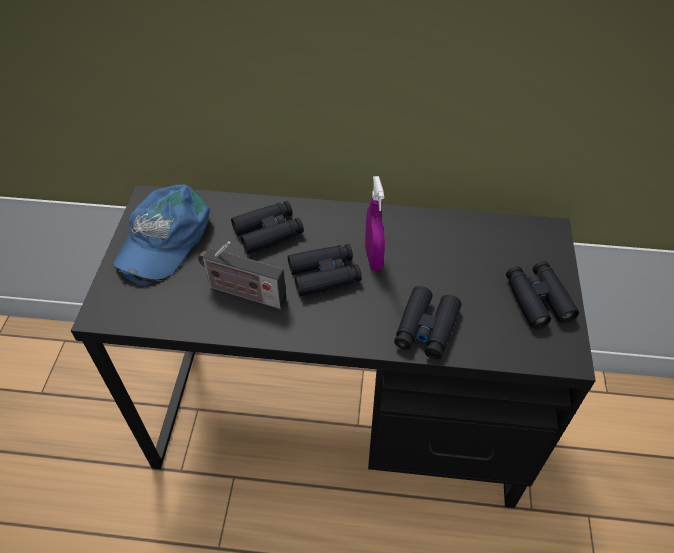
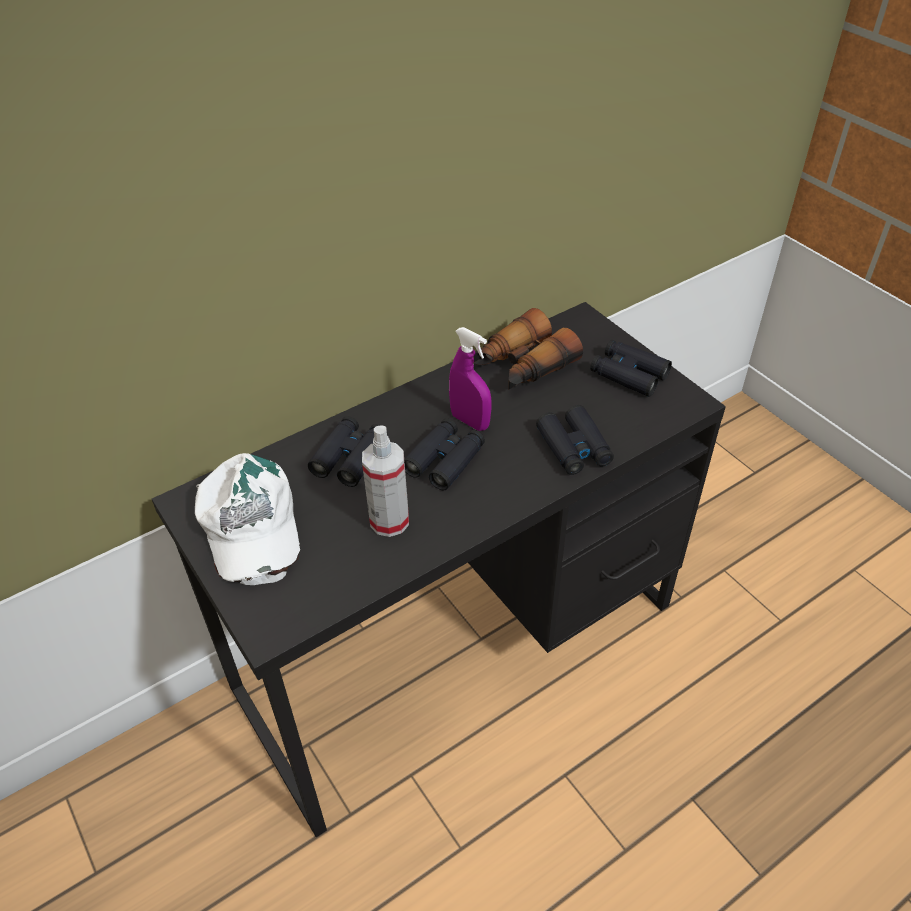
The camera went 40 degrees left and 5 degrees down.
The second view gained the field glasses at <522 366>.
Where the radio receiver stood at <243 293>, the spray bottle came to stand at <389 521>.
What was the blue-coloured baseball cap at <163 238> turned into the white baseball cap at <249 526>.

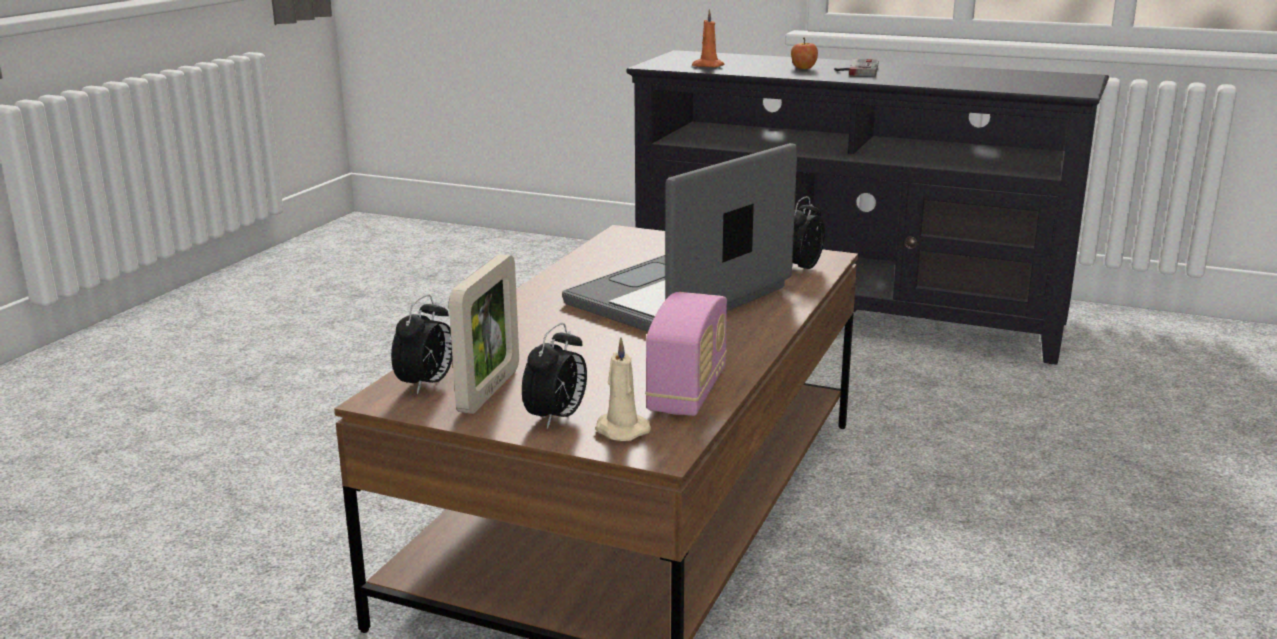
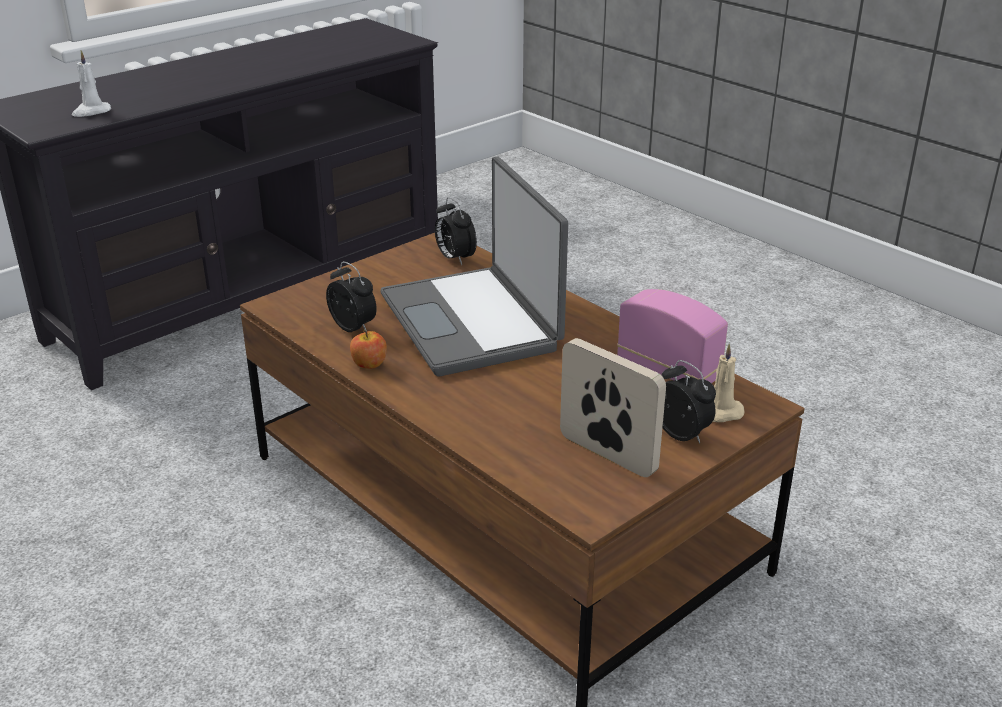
The camera went 65 degrees left and 10 degrees up.
The second view lost the game controller at <855 70>.
The alarm clock ended up elsewhere, having gone from <426 385> to <354 328>.
The apple fruit ended up elsewhere, having gone from <803 68> to <369 364>.
What was the orange candle at <707 66> turned into the white candle at <91 112>.

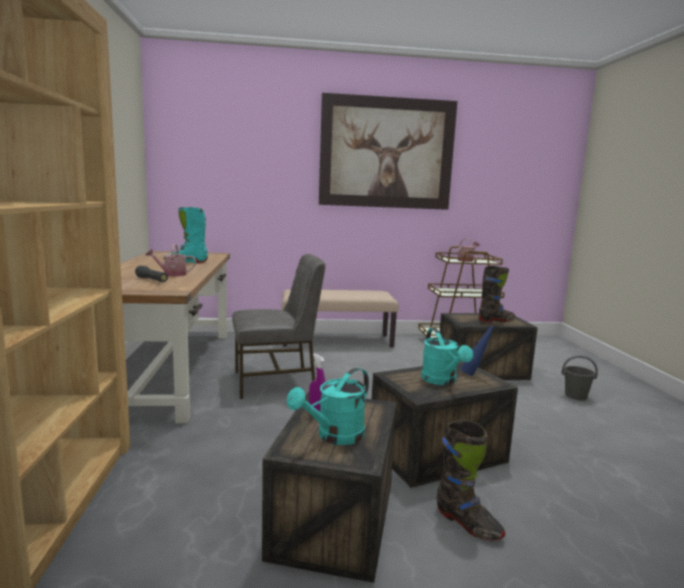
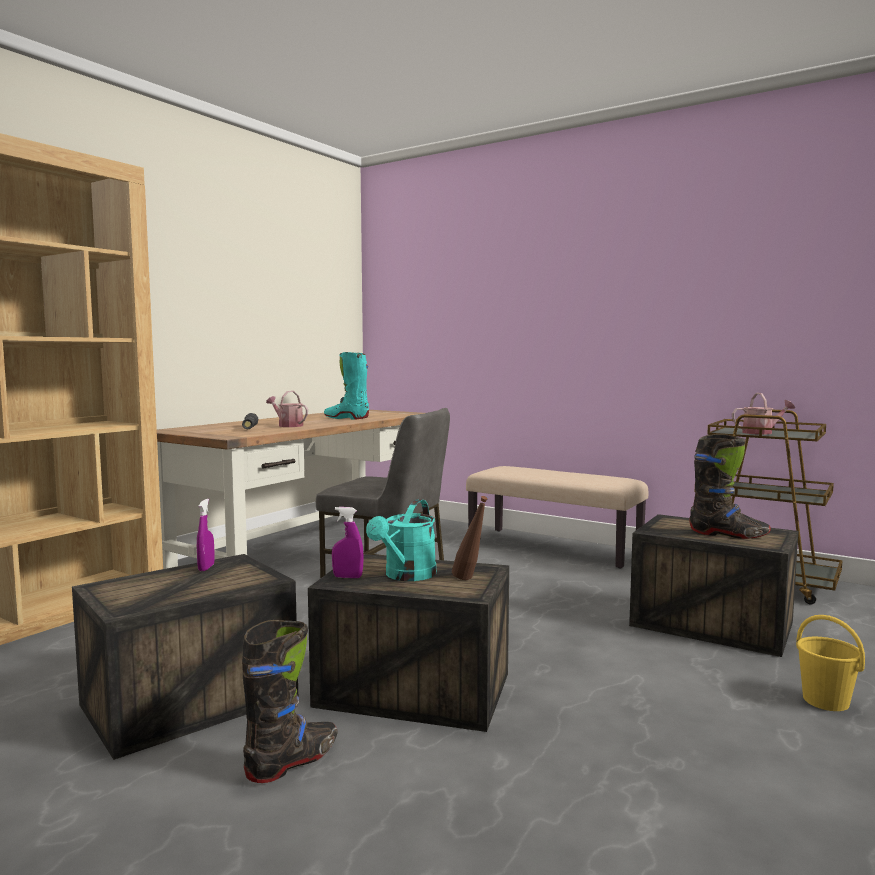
The camera went 40 degrees right and 5 degrees down.
The second view lost the turquoise-coloured watering can at <334 437>.
The second view lost the wall picture at <386 153>.
The second view gained the purplish spray bottle at <347 577>.
What was the blue-coloured beverage bottle at <475 375> turned into the brown-coloured beverage bottle at <470 580>.
What was the greyish bucket at <575 396> turned into the yellow-coloured bucket at <825 700>.
The black-coloured boot at <467 523> ended up facing another way, 135 degrees counterclockwise from before.

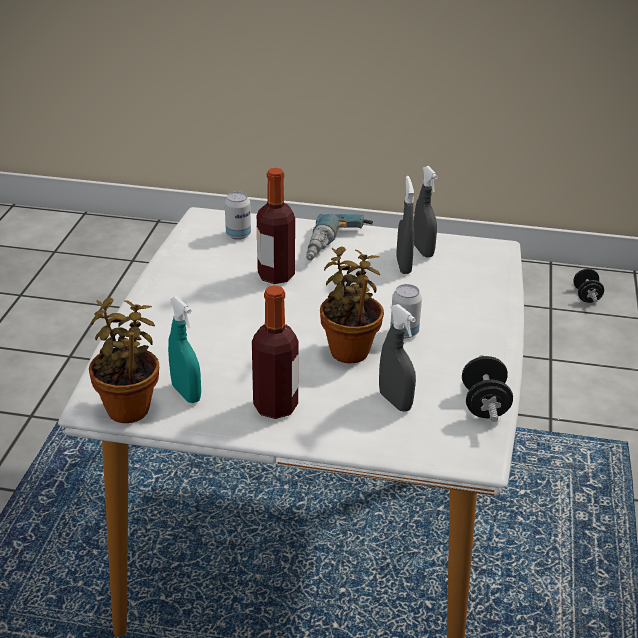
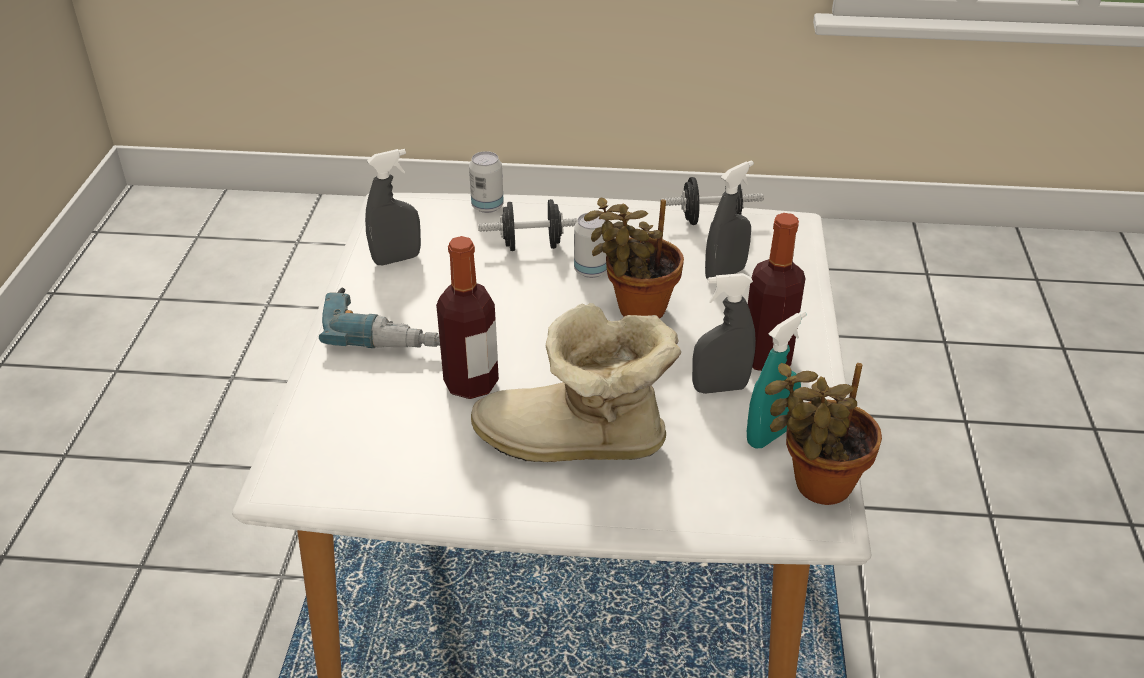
The camera went 95 degrees left and 5 degrees up.
The second view gained the boot at <574 445>.
The metal can ended up elsewhere, having gone from <238 235> to <487 206>.
The greyish spray bottle ended up elsewhere, having gone from <403 266> to <720 388>.
The black-coloured free weight ended up elsewhere, having gone from <586 296> to <532 245>.

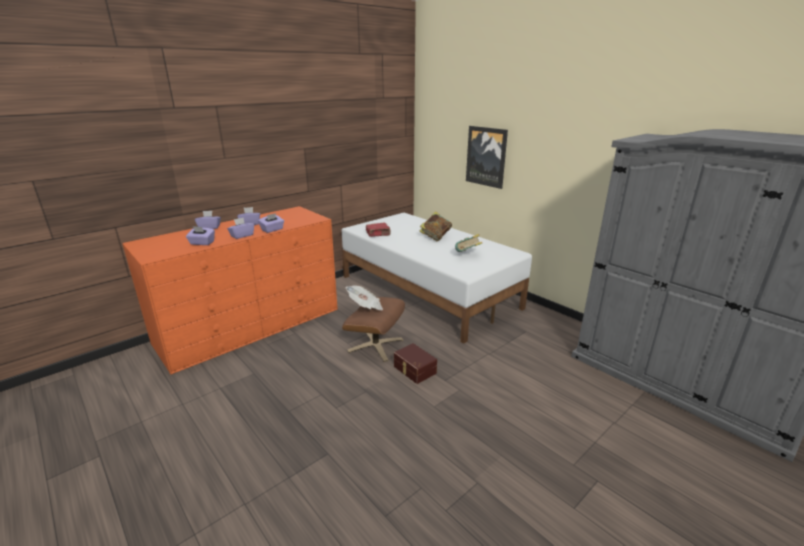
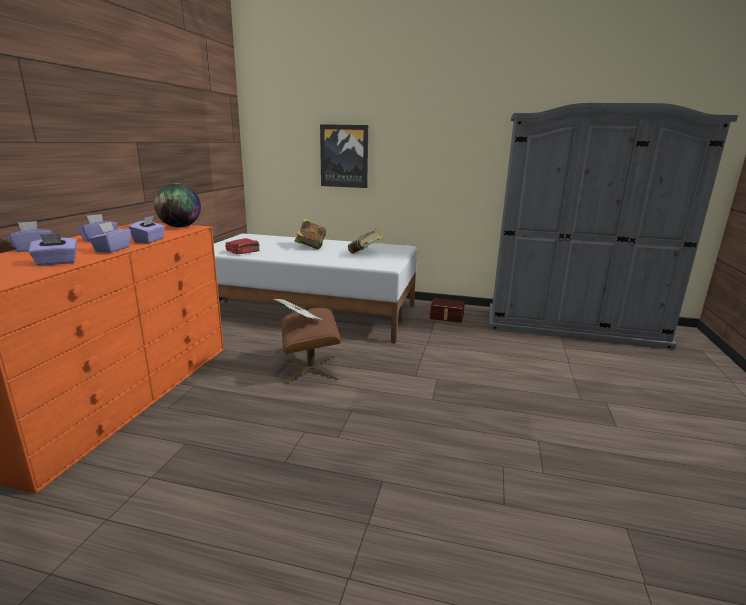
The camera went 35 degrees left and 5 degrees down.
The second view gained the world globe at <180 227>.
The brown-coloured storage box ended up elsewhere, having gone from <414 370> to <446 317>.

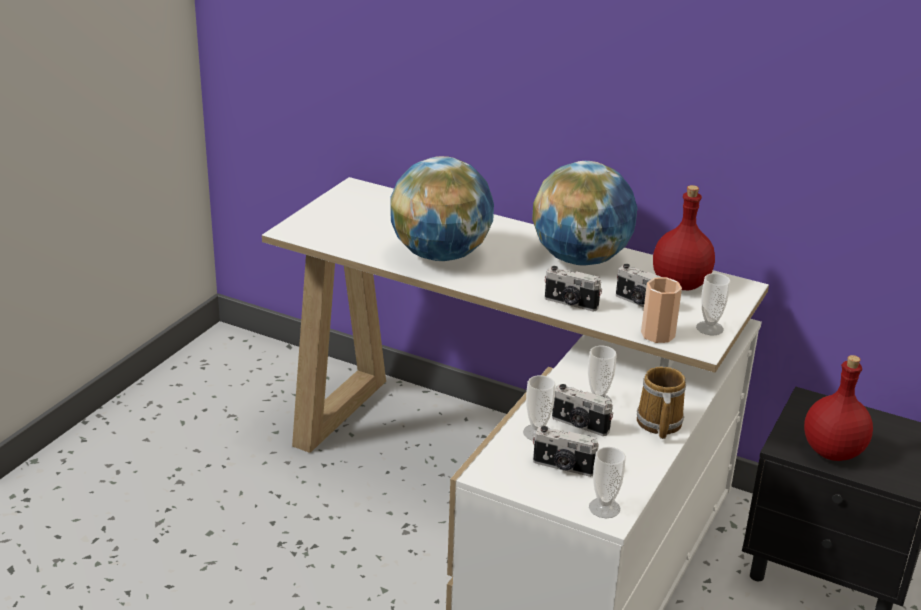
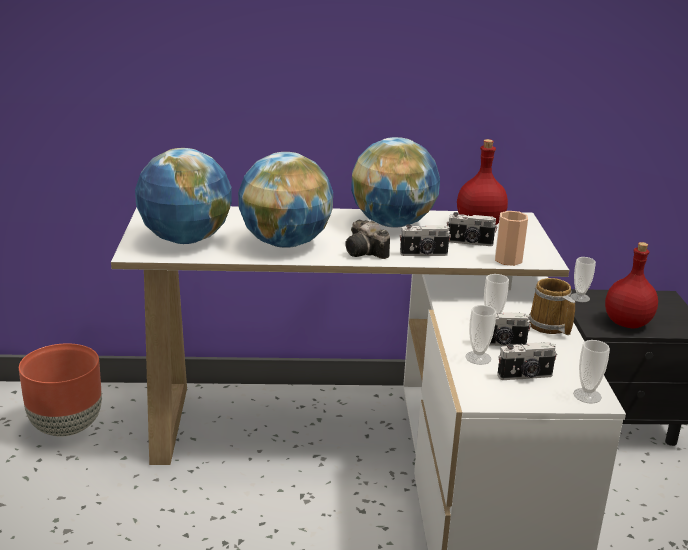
The camera went 30 degrees left and 5 degrees down.
The second view gained the brown-coloured plant pot at <67 427>.
The second view gained the world globe at <185 240>.
The second view gained the photo camera at <366 253>.
The drinking cup ended up elsewhere, having gone from <709 328> to <579 297>.

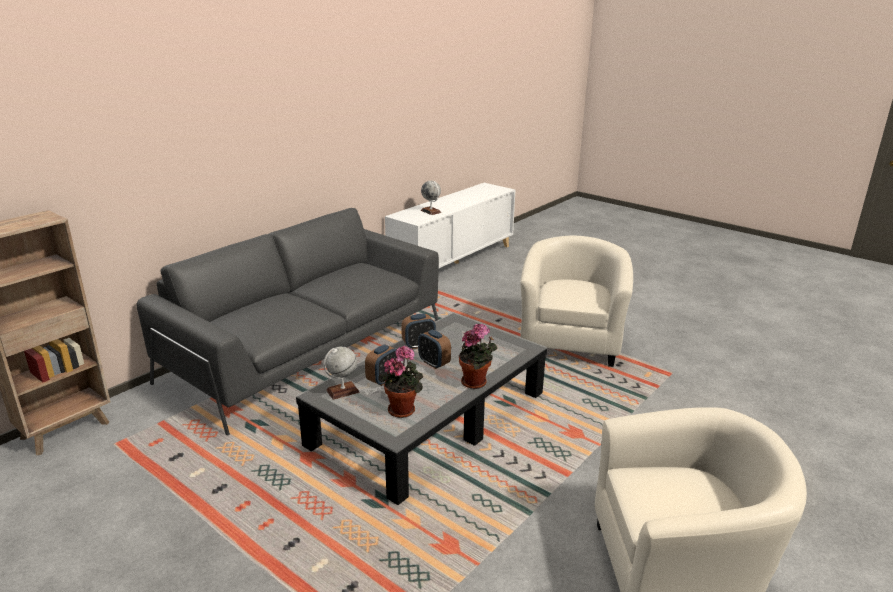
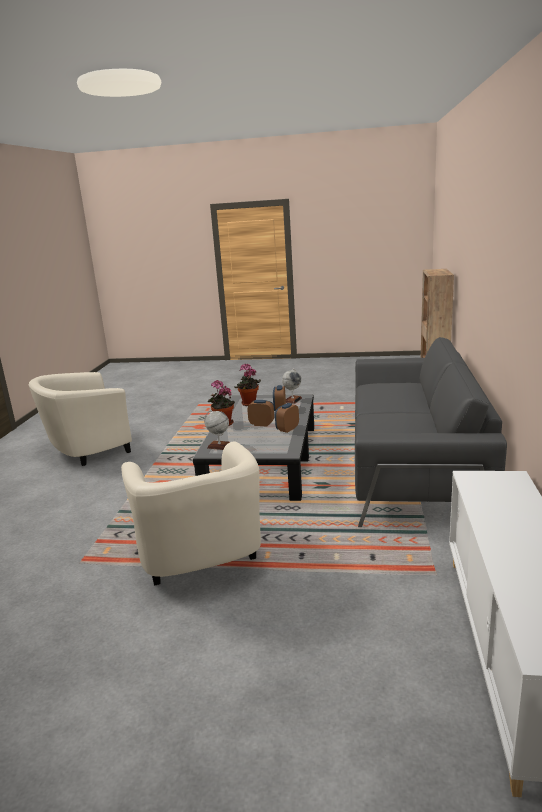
The camera went 150 degrees right and 5 degrees down.
The world globe ended up elsewhere, having gone from <431 211> to <219 446>.

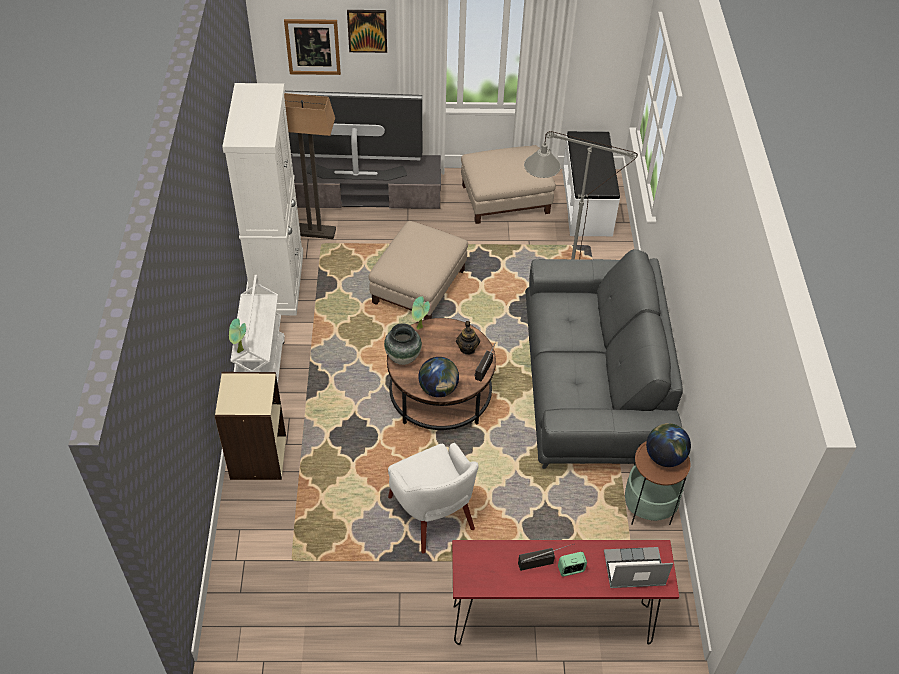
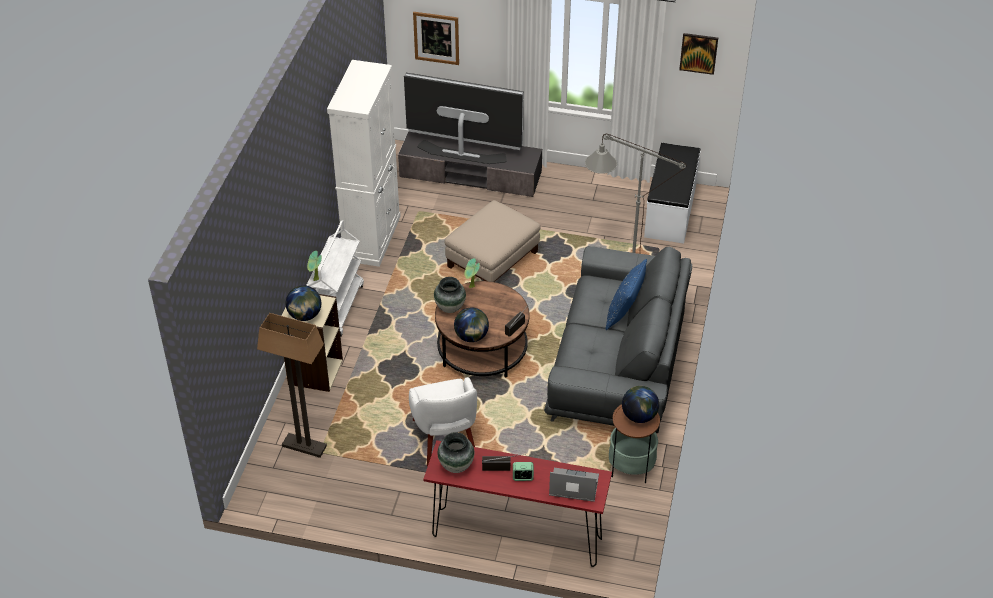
The camera went 15 degrees right and 5 degrees down.
The second view lost the tea pot at <467 348>.
The second view lost the beige pouffe at <505 198>.
The second view gained the world globe at <305 315>.
The second view gained the decorative vase at <456 466>.
The second view gained the blue-coloured throw pillow at <624 313>.
The standard lamp ended up elsewhere, having gone from <315 232> to <305 446>.
The wall picture ended up elsewhere, having gone from <367 30> to <698 53>.

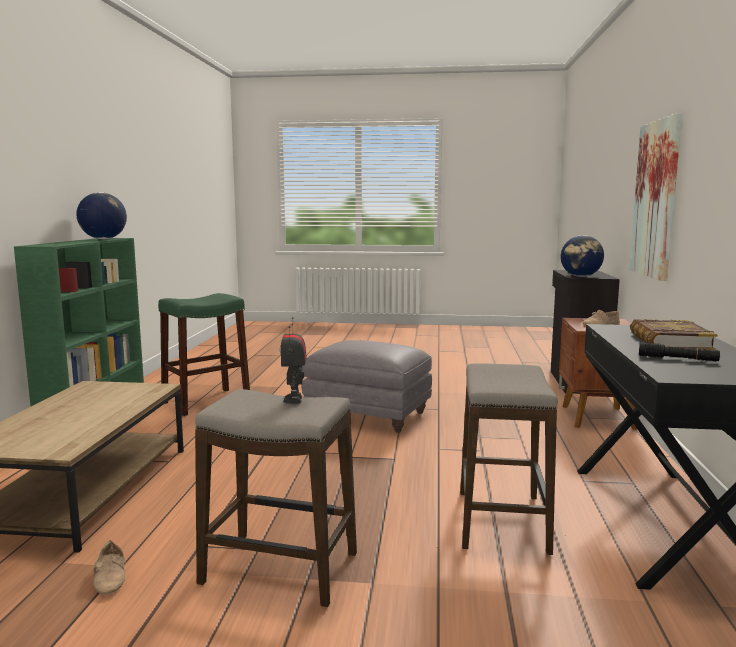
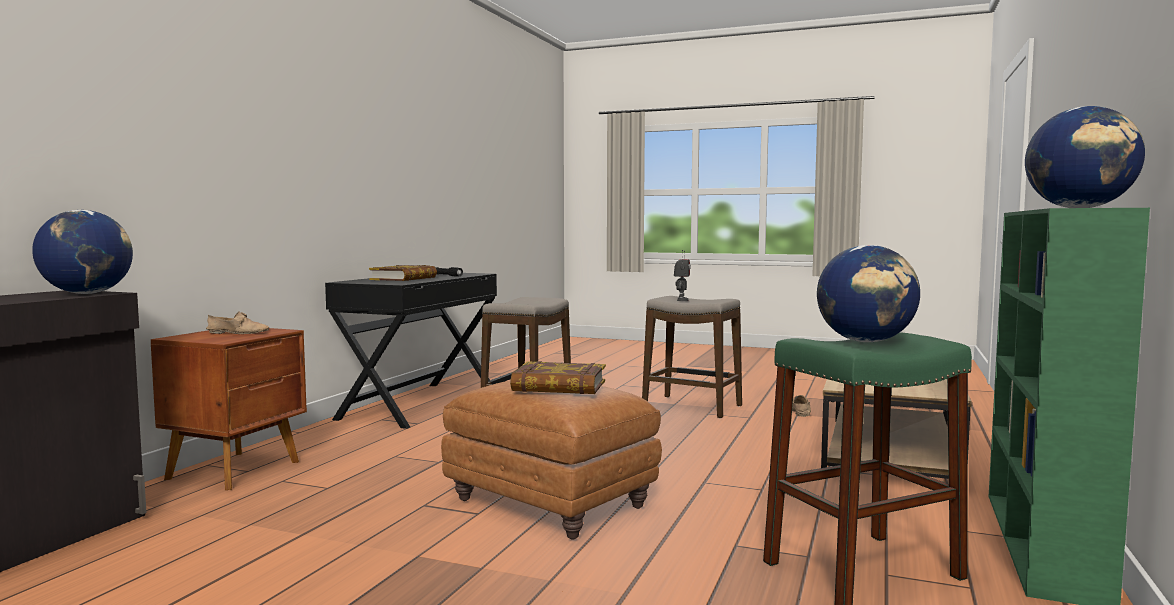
The camera went 165 degrees left and 5 degrees down.
The second view lost the wall picture at <656 199>.
The second view gained the book at <559 386>.
The second view gained the world globe at <866 341>.
What was the greyish pouffe at <367 416> turned into the brown-coloured pouffe at <552 504>.

